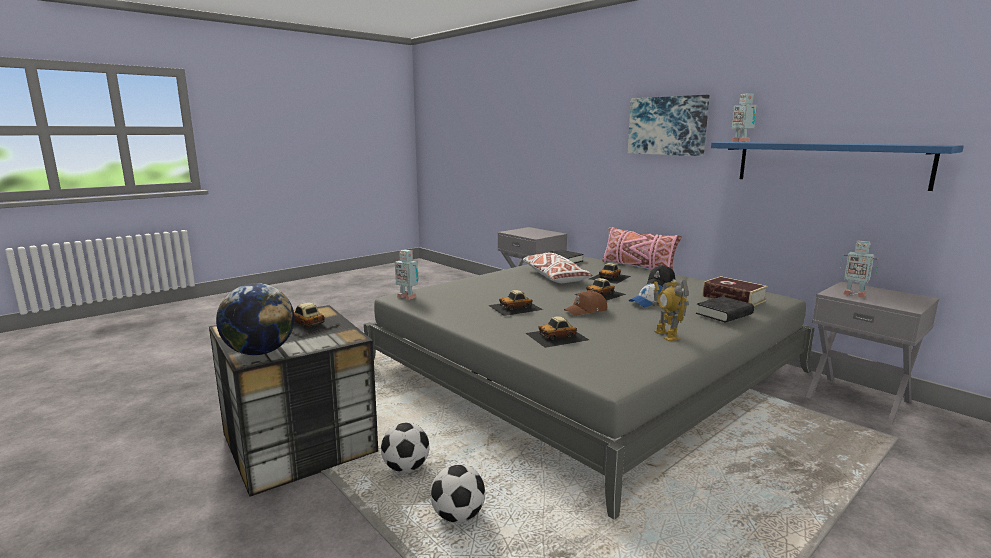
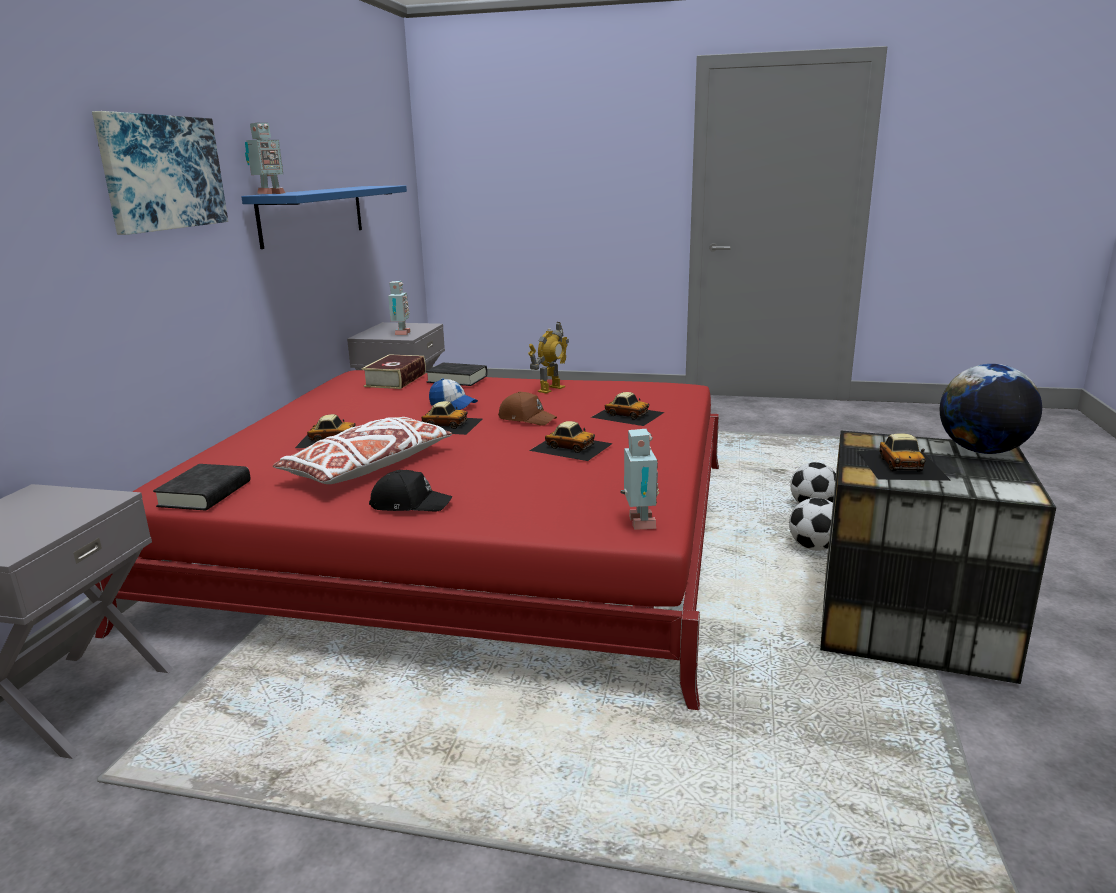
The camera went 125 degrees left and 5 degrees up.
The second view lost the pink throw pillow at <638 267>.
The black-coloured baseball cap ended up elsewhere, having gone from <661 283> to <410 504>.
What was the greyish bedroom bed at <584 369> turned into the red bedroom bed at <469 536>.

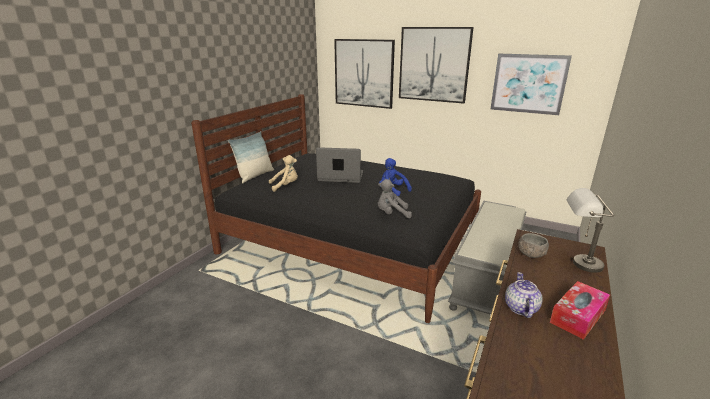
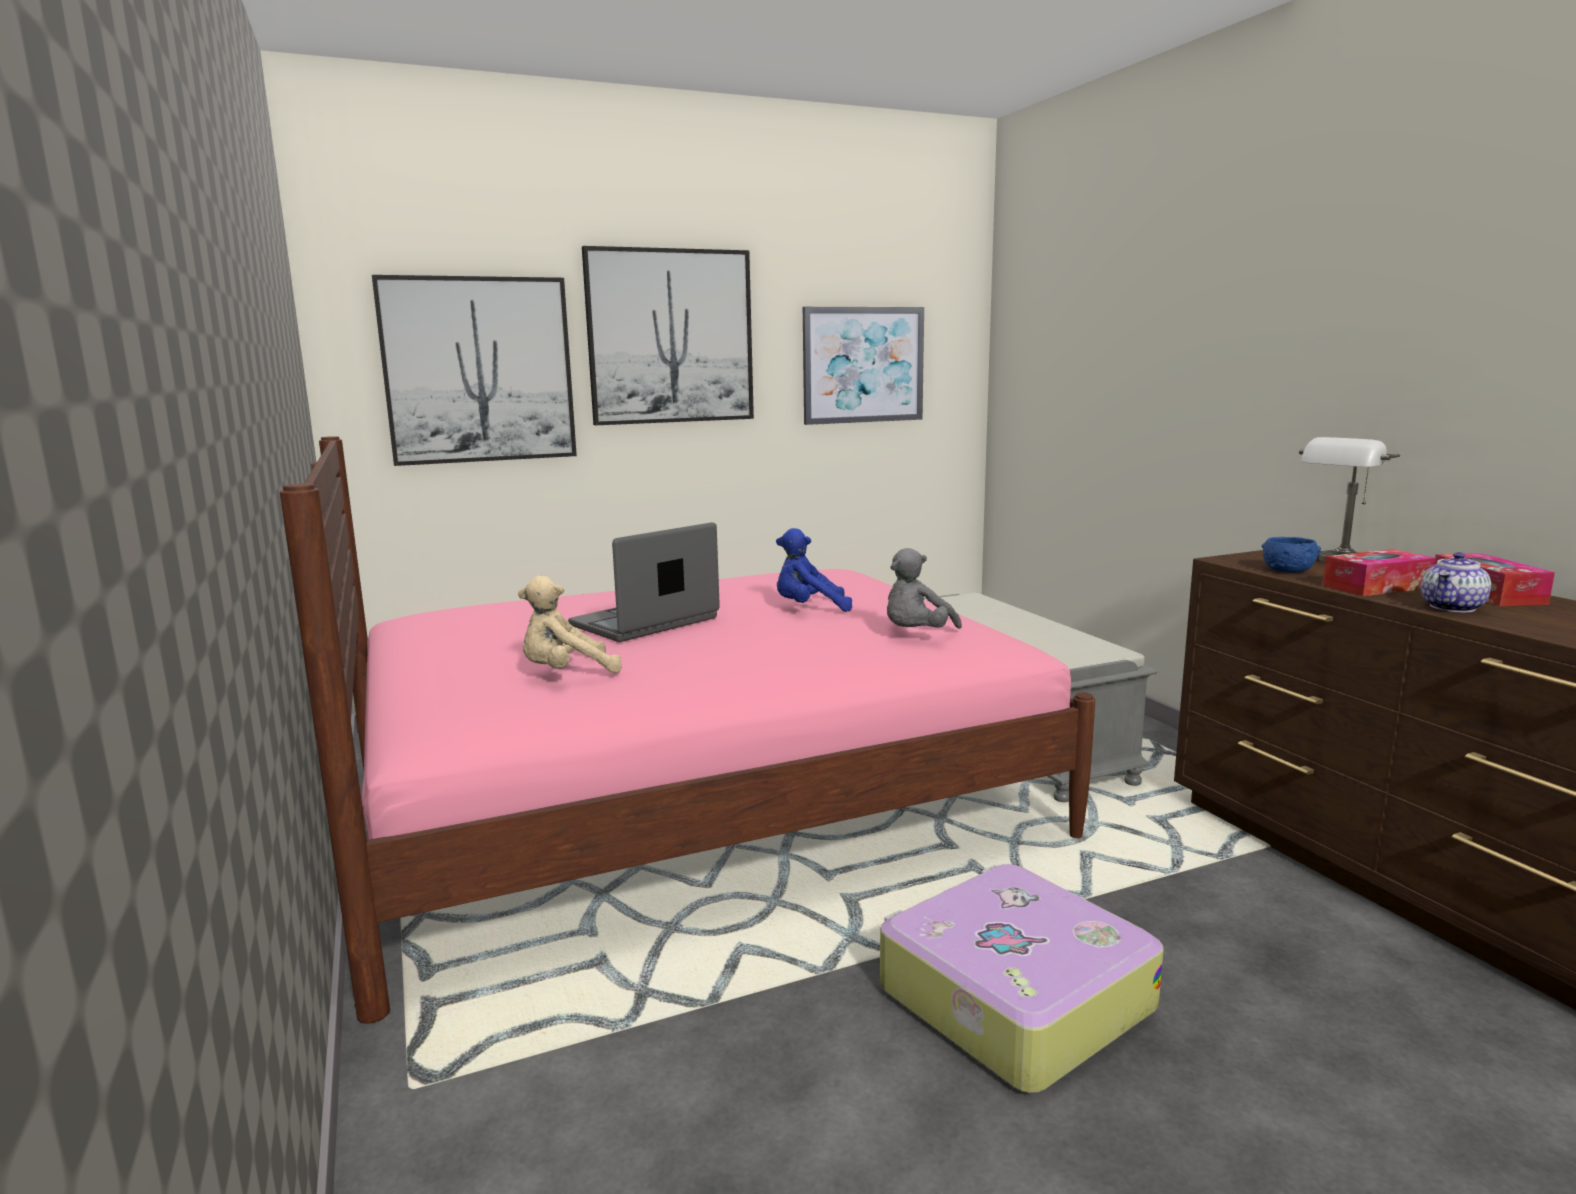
The camera went 50 degrees left and 10 degrees down.
The second view lost the throw pillow at <255 176>.
The second view gained the travel case at <1011 998>.
The second view gained the tissue holder at <1376 586>.
What was the black-coloured bedroom bed at <351 242> turned into the pink bedroom bed at <695 801>.
What was the greyish serving bowl at <531 254> turned into the blue-coloured serving bowl at <1288 570>.
The beige soft toy at <285 186> ended up facing another way, 135 degrees counterclockwise from before.
The tea pot at <520 308> ended up facing another way, 90 degrees counterclockwise from before.

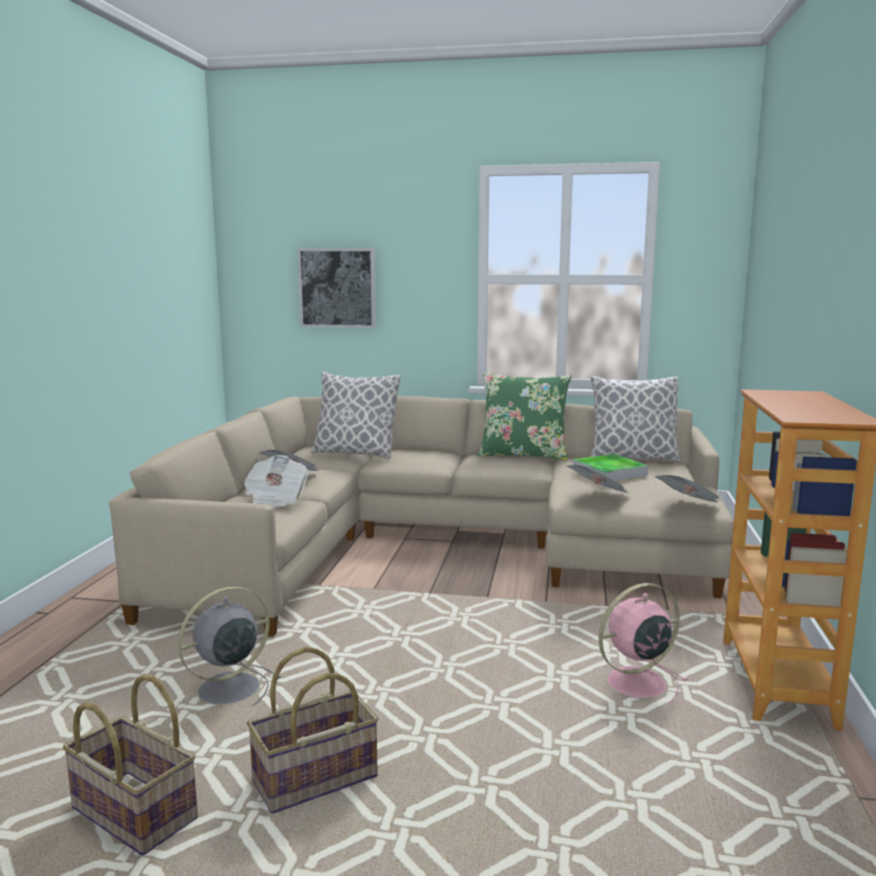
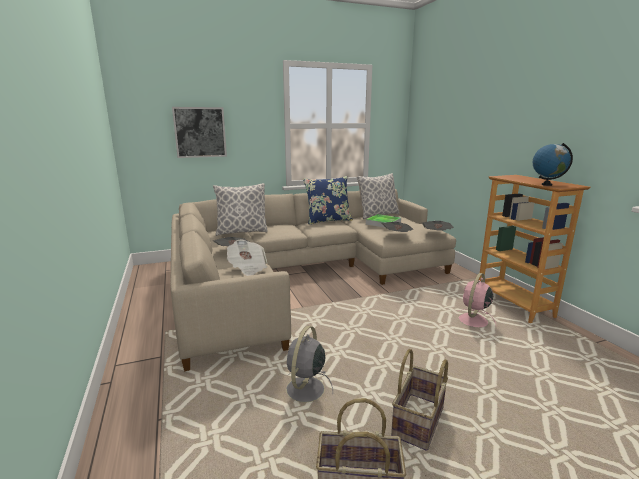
The camera went 30 degrees left and 5 degrees up.
The second view gained the world globe at <546 184>.
What was the green throw pillow at <523 455> turned into the blue-coloured throw pillow at <328 220>.

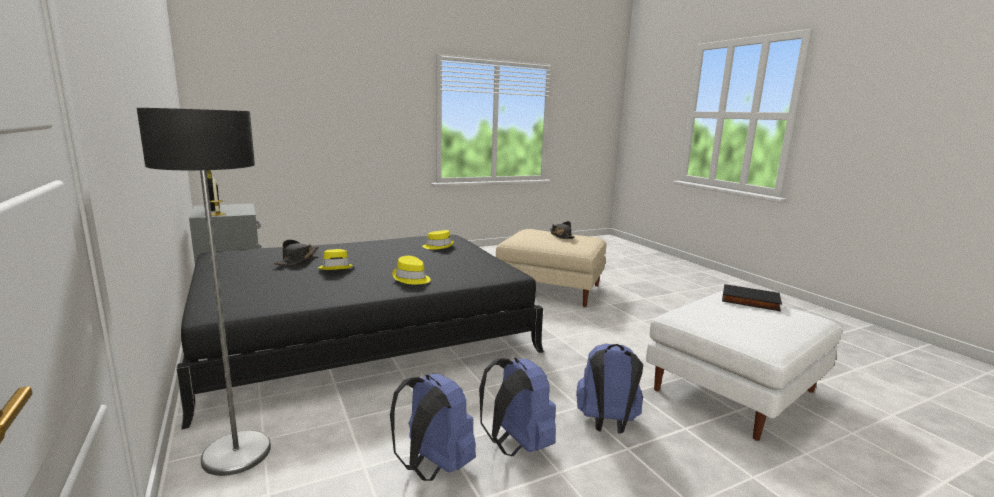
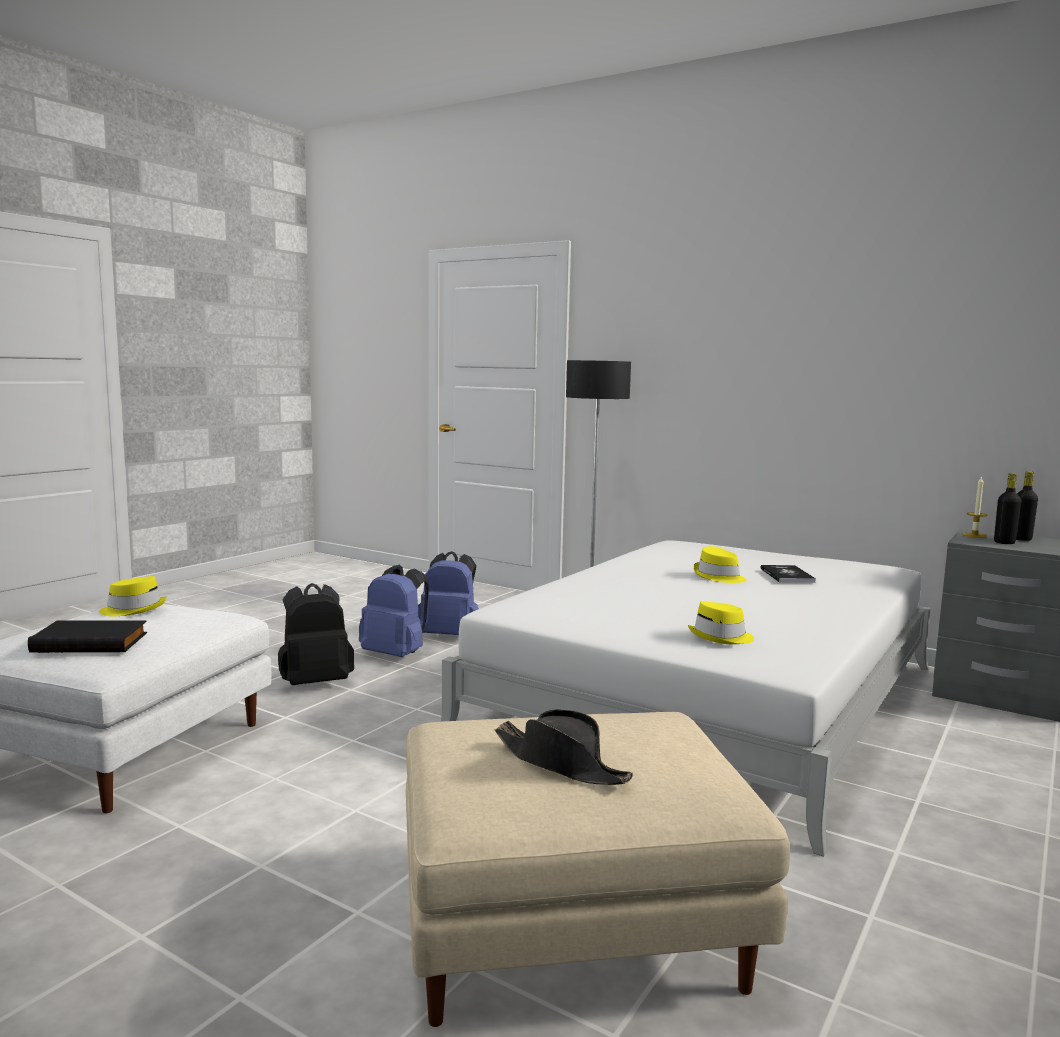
The camera went 150 degrees right and 5 degrees down.
The second view gained the black-coloured beverage bottle at <1004 542>.
The yellow-coloured clothing hat ended up elsewhere, having gone from <411 278> to <134 609>.
Where the black-coloured clothing hat stood at <297 260>, the book came to stand at <787 575>.
What was the black-coloured bedroom bed at <363 333> turned into the white bedroom bed at <710 698>.
What was the blue-coloured knapsack at <607 424> turned into the black-coloured knapsack at <315 682>.

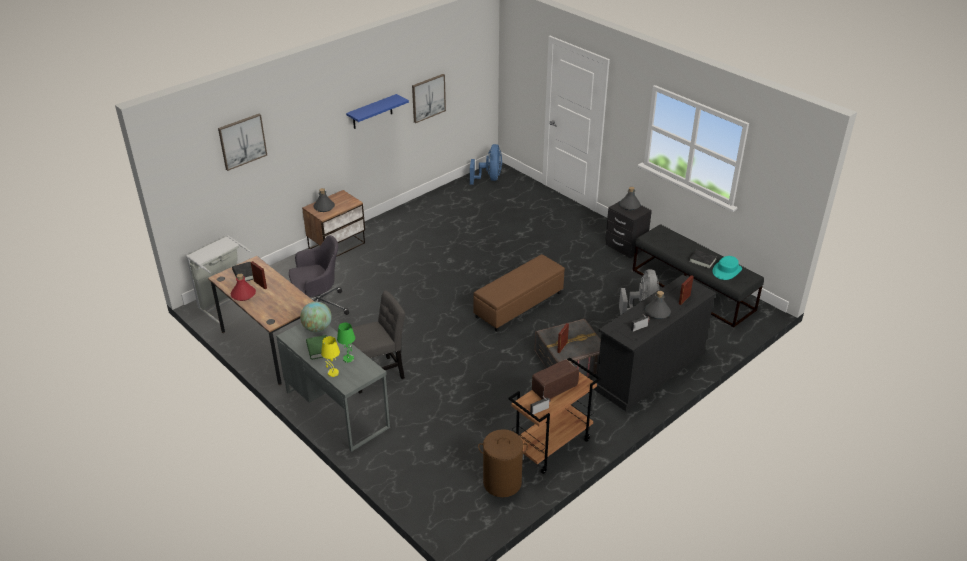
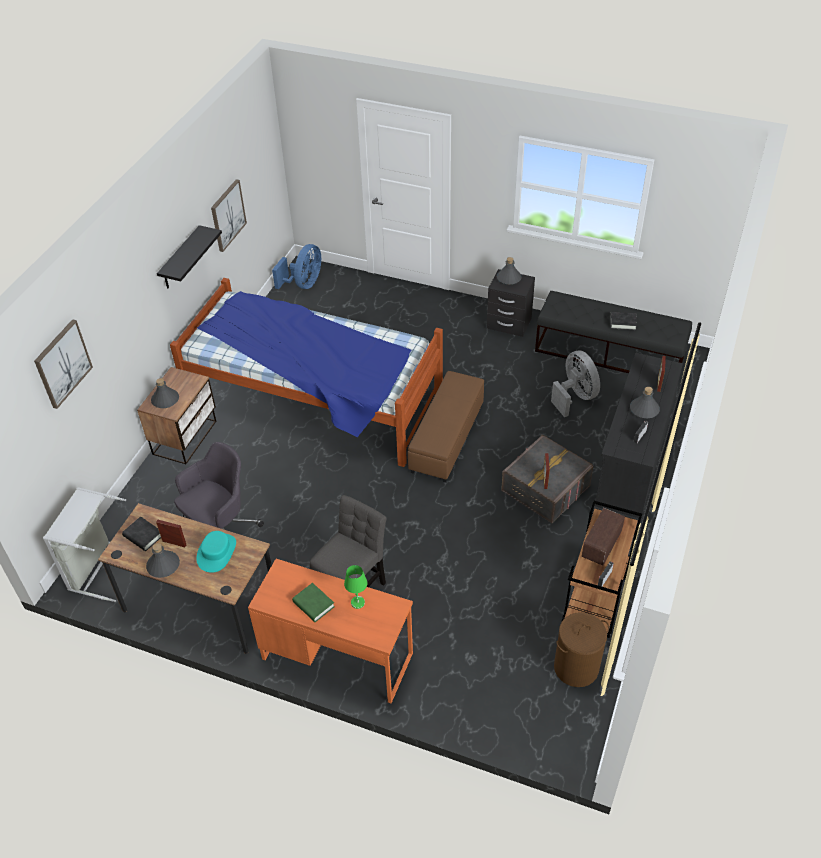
The camera went 25 degrees left and 10 degrees up.
The second view lost the world globe at <317 328>.
The second view lost the yellow-coloured table lamp at <332 373>.
The second view gained the bedroom bed at <314 400>.
The turquoise-coloured clothing hat ended up elsewhere, having gone from <726 271> to <216 552>.
What was the red beverage bottle at <243 295> turned into the greyish beverage bottle at <163 566>.
What was the greyish desk unit at <337 409> turned into the orange desk unit at <337 655>.
What was the blue-coloured bracket shelf at <372 112> turned into the black-coloured bracket shelf at <180 259>.
The blue-coloured fan at <489 178> ended up facing another way, 45 degrees clockwise from before.

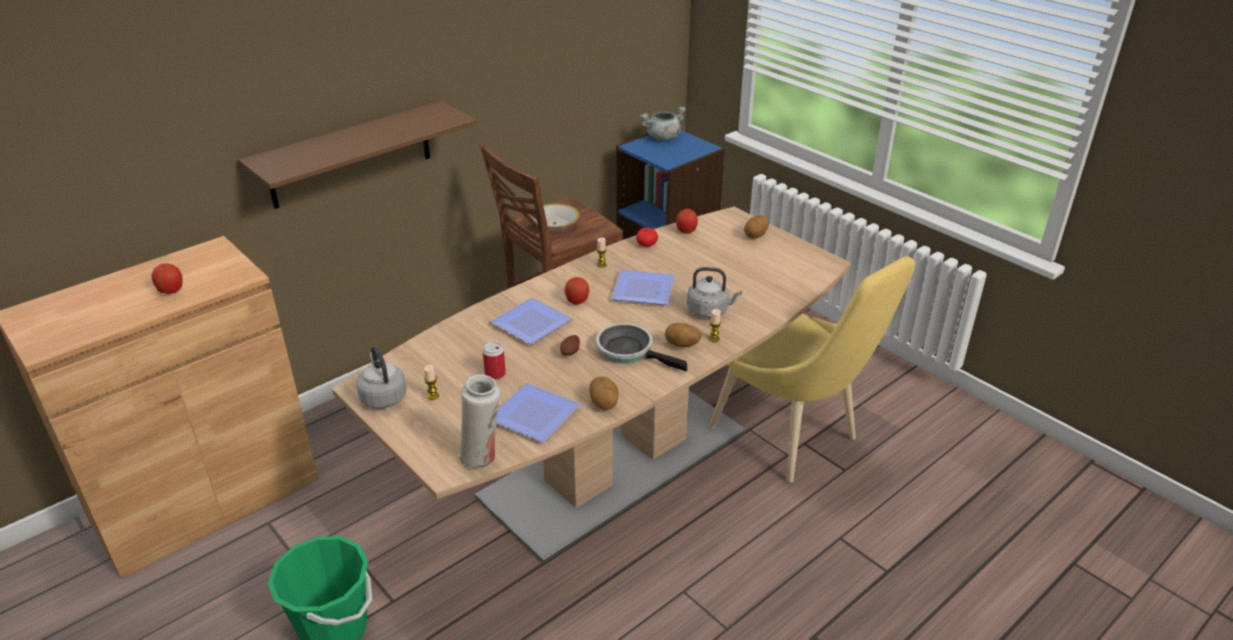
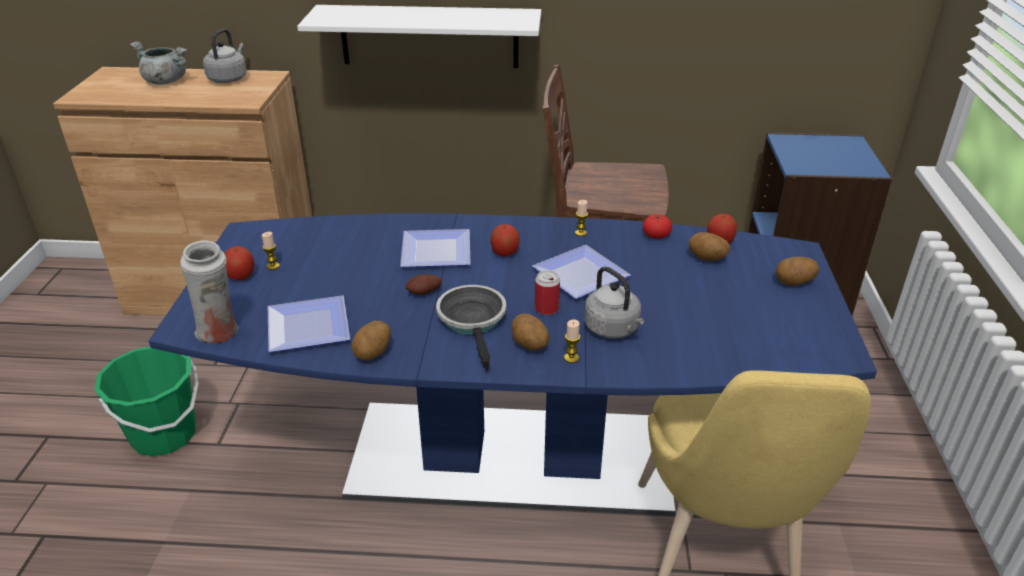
The camera went 45 degrees right and 0 degrees up.
The second view lost the serving bowl at <554 224>.
The second view gained the whole potato at <706 259>.
The apple fruit ended up elsewhere, having gone from <171 291> to <241 276>.
The greyish kettle ended up elsewhere, having gone from <382 396> to <229 78>.
The metal can ended up elsewhere, having gone from <495 374> to <546 309>.
The greyish saucepot ended up elsewhere, having gone from <663 138> to <165 81>.
What was the brown-coloured bracket shelf at <350 155> turned into the white bracket shelf at <429 36>.
What was the brown-coloured kitchen table at <617 463> turned into the blue-coloured kitchen table at <513 457>.

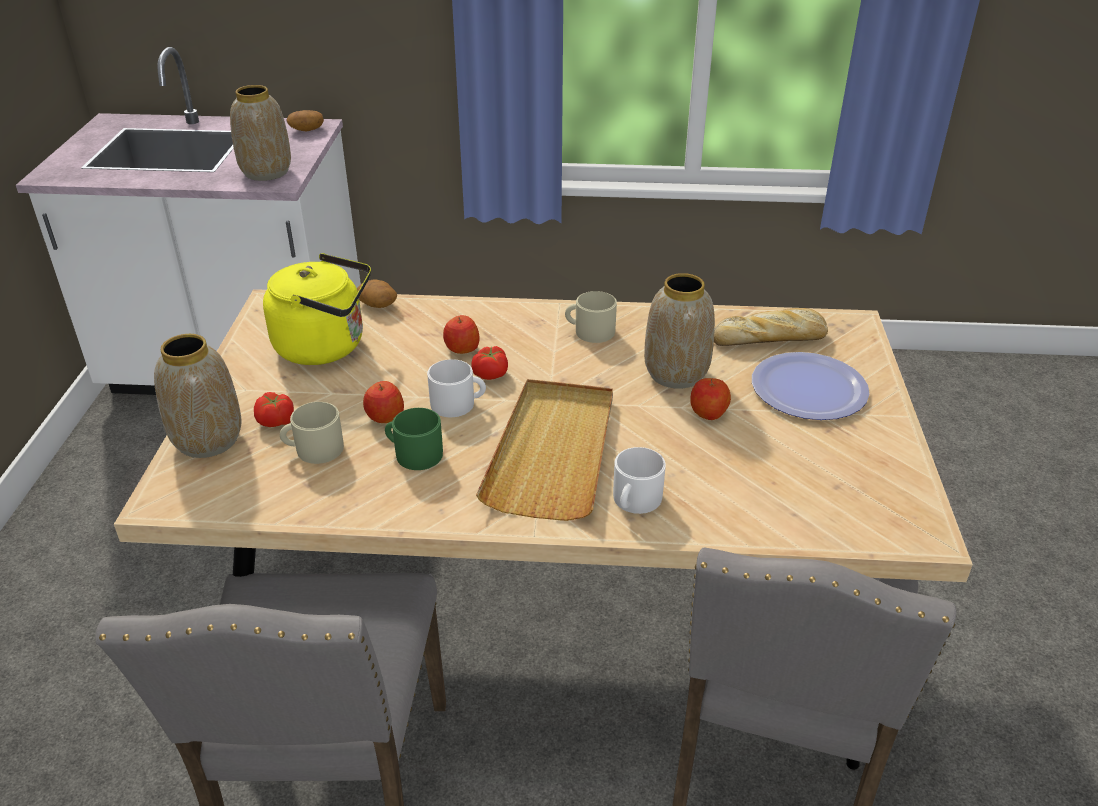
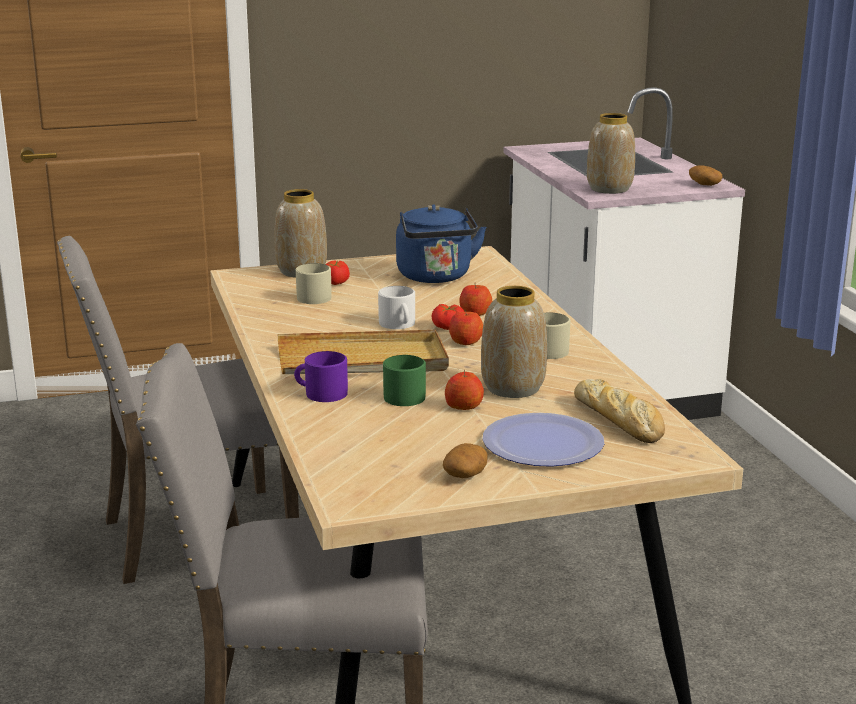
The camera went 70 degrees right and 15 degrees down.
The whole potato ended up elsewhere, having gone from <378 304> to <465 475>.
The apple fruit ended up elsewhere, having gone from <384 416> to <465 342>.
The green mug ended up elsewhere, having gone from <413 453> to <404 395>.
What was the yellow-coloured kettle at <326 346> turned into the blue-coloured kettle at <436 277>.
What was the white mug at <634 501> turned into the purplish mug at <321 393>.

